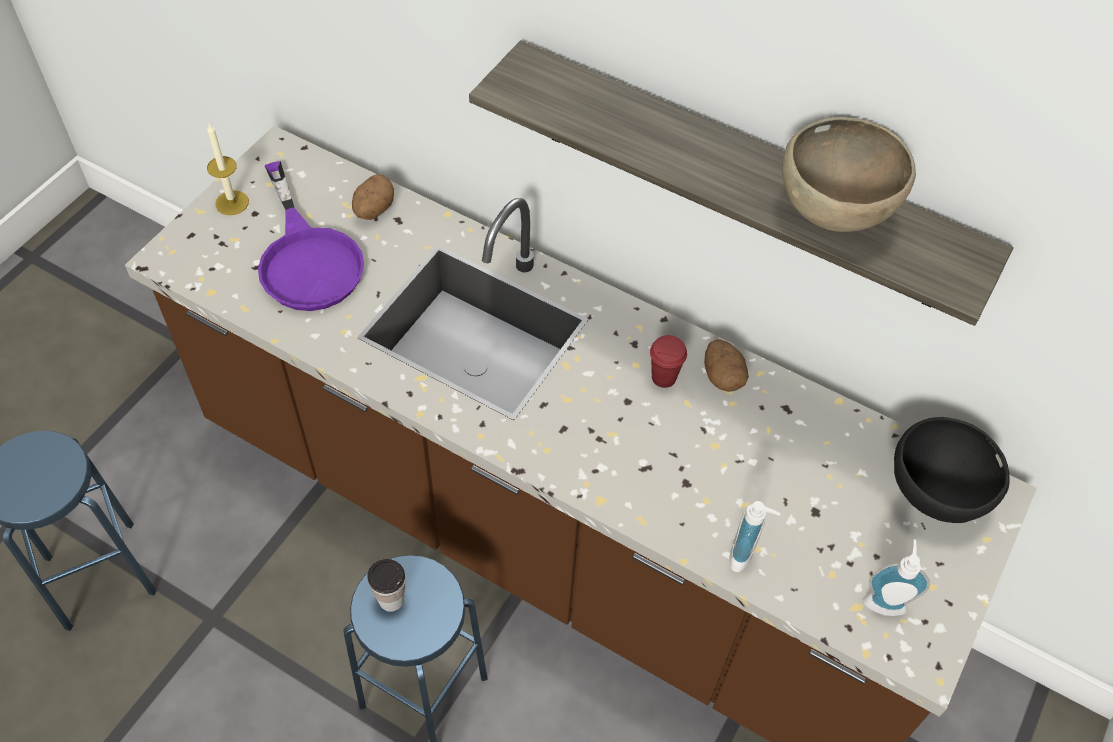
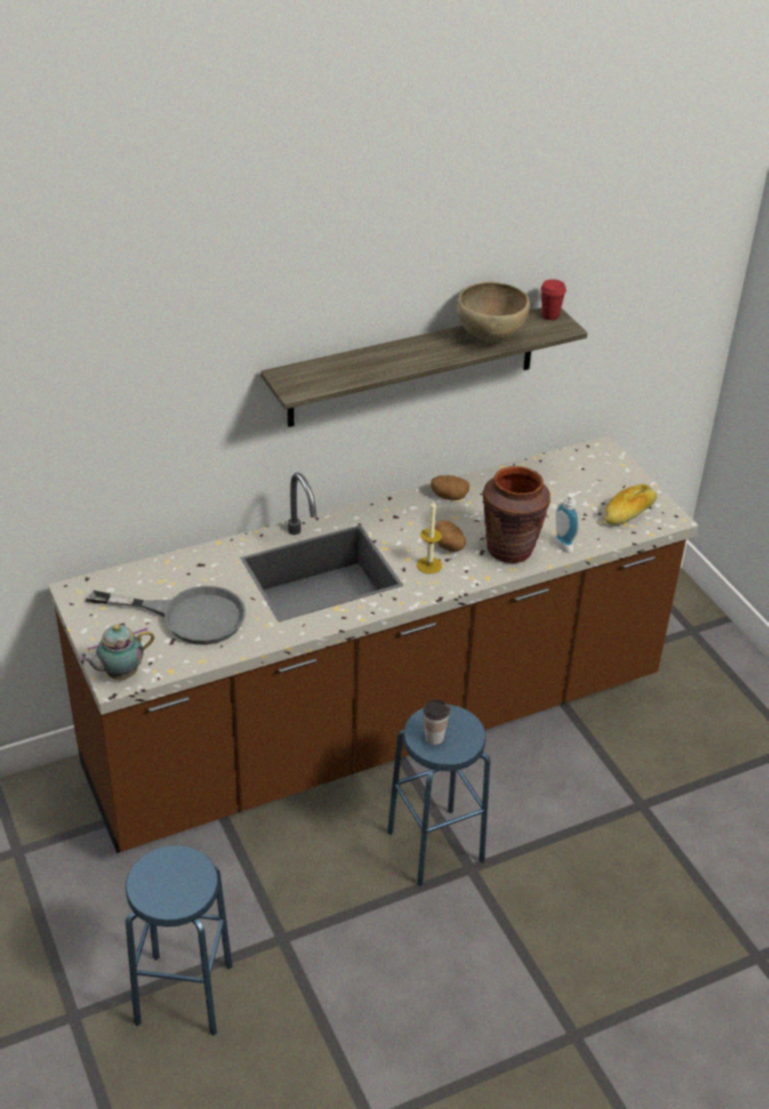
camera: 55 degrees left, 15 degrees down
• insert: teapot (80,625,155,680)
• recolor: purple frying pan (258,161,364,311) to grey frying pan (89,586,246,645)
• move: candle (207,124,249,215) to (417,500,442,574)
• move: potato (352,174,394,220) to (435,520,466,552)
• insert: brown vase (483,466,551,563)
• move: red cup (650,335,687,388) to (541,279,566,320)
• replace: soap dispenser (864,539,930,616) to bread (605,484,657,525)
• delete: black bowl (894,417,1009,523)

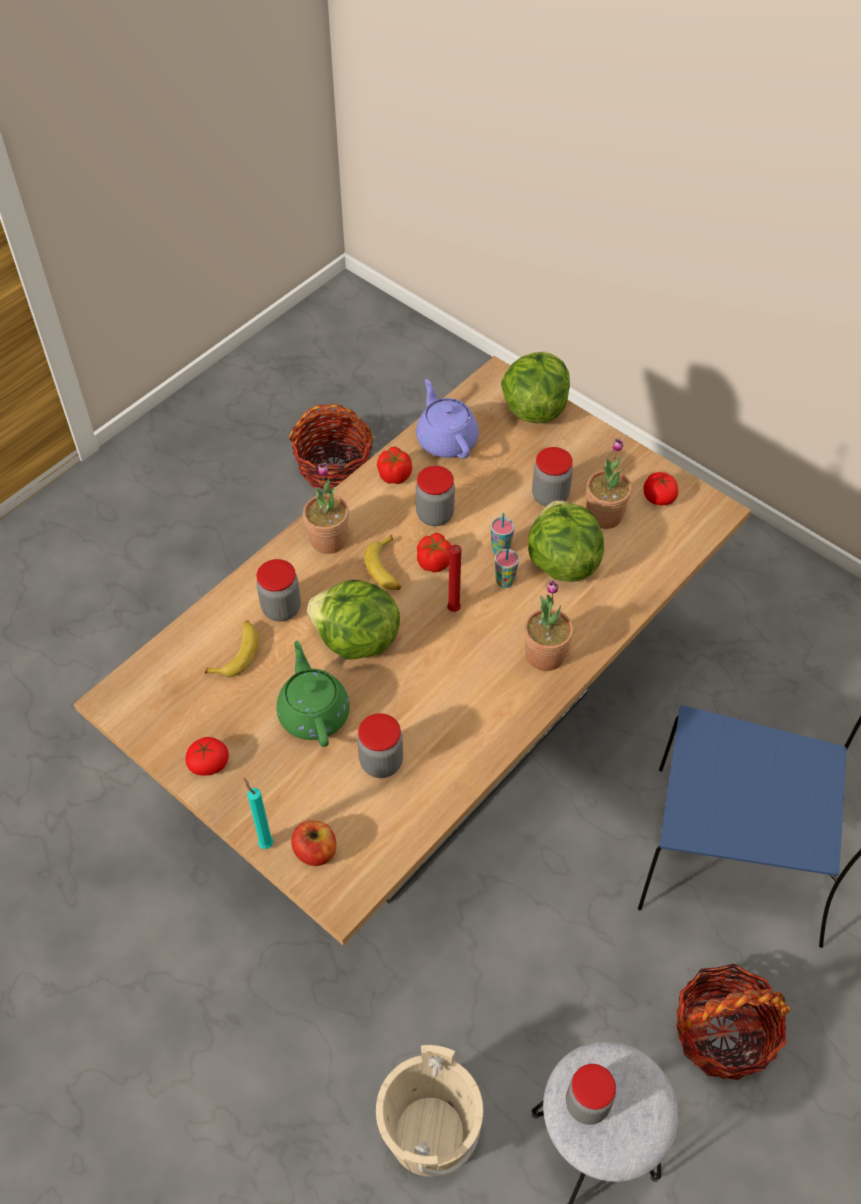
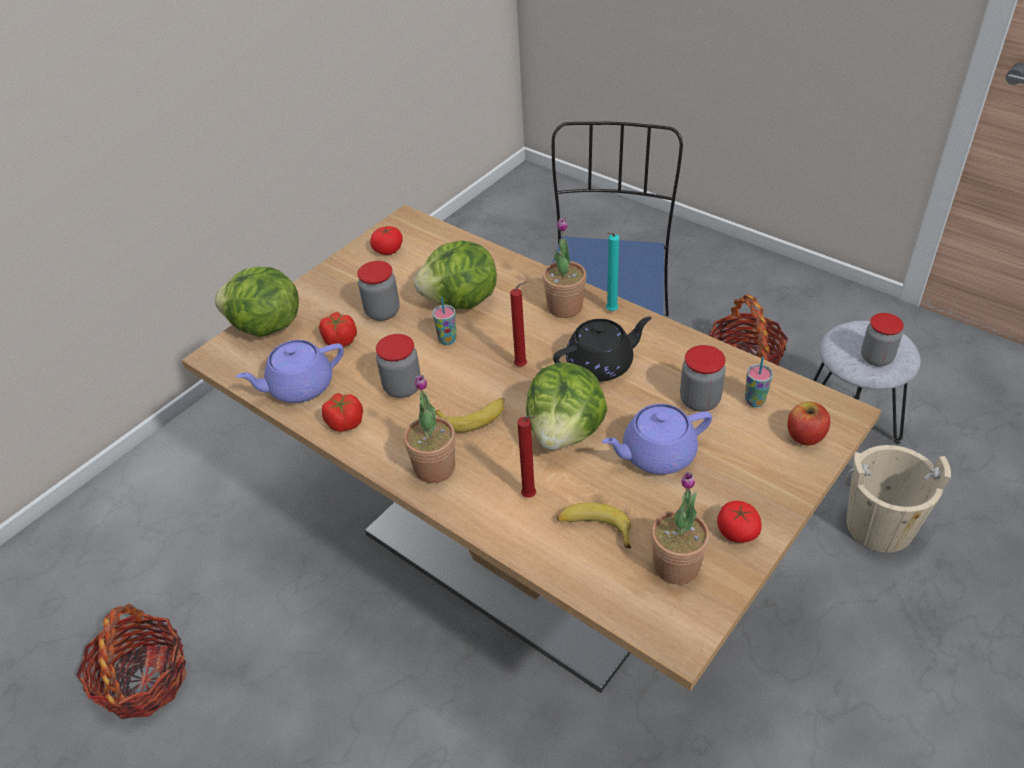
camera: 90 degrees left, 10 degrees down
• move: tomato (417,533,451,573) to (319,312,357,347)
• replace: jar (256,559,301,621) to red candle (517,416,536,498)
• insert: black teapot (553,317,651,382)
• recolor: green teapot (276,641,350,747) to purple teapot (602,404,712,474)
• move: turquoise candle (244,778,274,849) to (606,232,619,311)
• move: potted plant (586,438,632,529) to (651,472,710,584)
• move: cup (495,545,519,588) to (745,357,773,407)

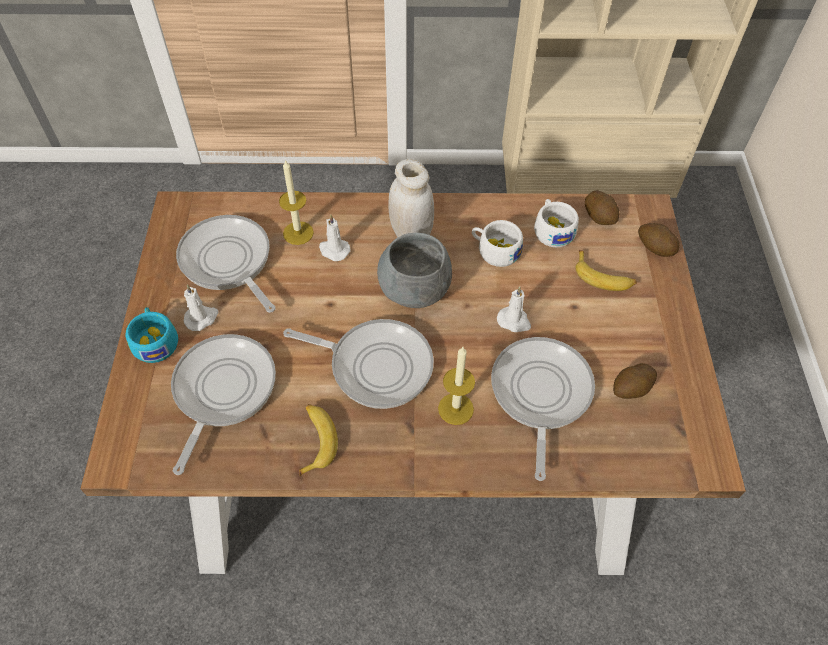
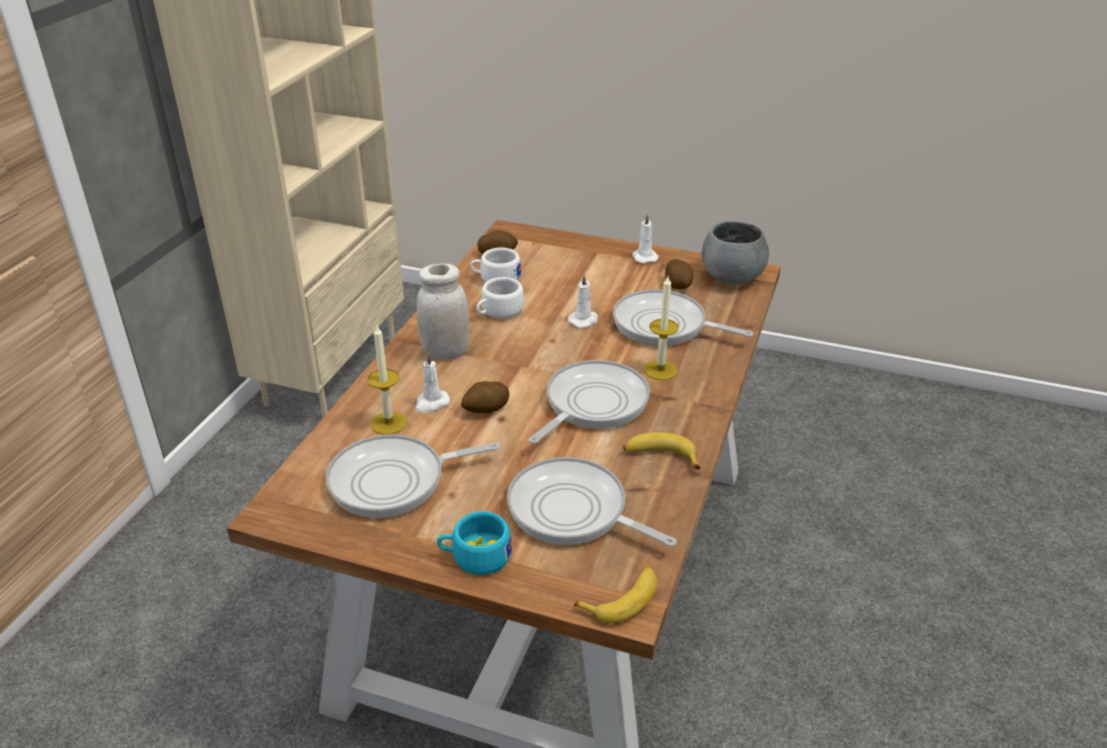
camera: 70 degrees left, 20 degrees down
• move: potato (638,223,680,257) to (461,381,509,414)
• move: banana (575,250,637,291) to (574,565,657,623)
• move: white candle (184,284,219,331) to (632,213,659,263)
• move: grey bowl (377,233,452,308) to (702,221,769,285)

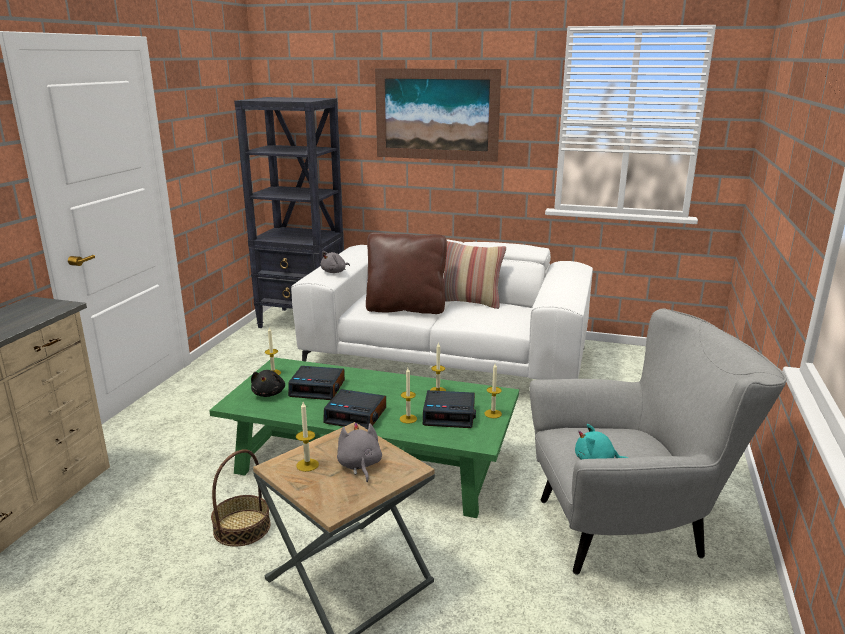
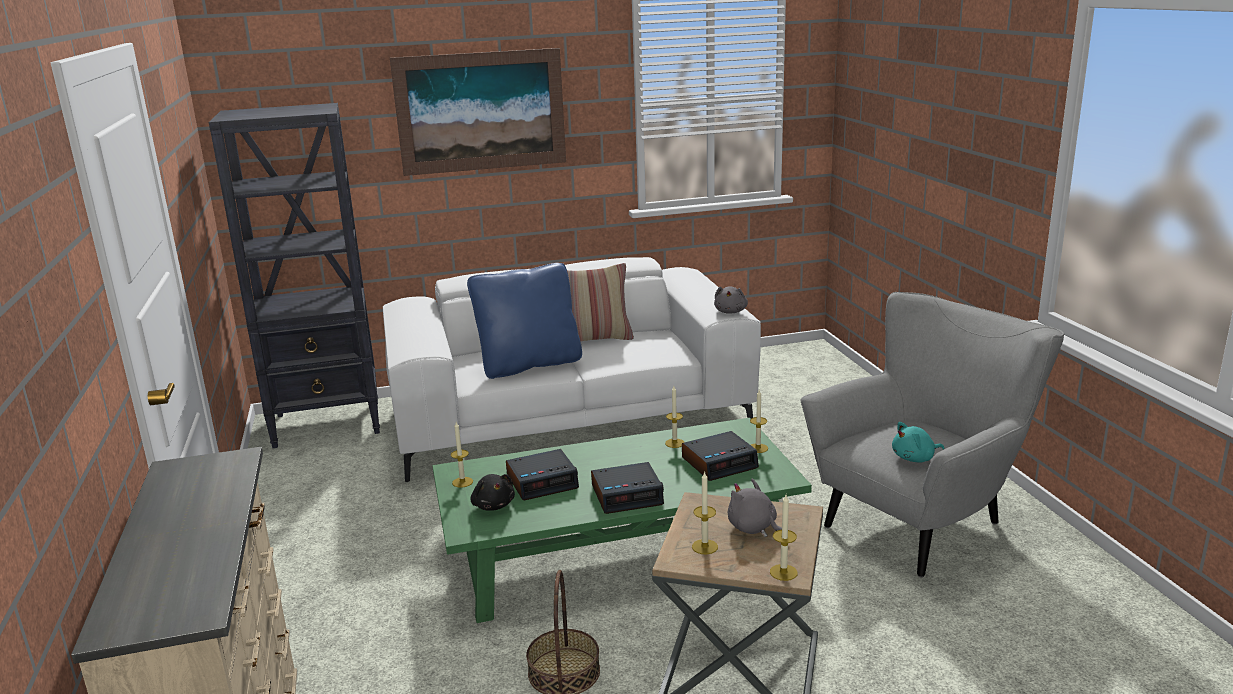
camera: 30 degrees left, 0 degrees up
• recolor: brown pillow (366,232,447,314) to blue pillow (467,263,582,379)
• move: grey plush toy (321,251,350,273) to (714,286,748,314)
• move: candle (400,368,417,424) to (770,495,798,581)

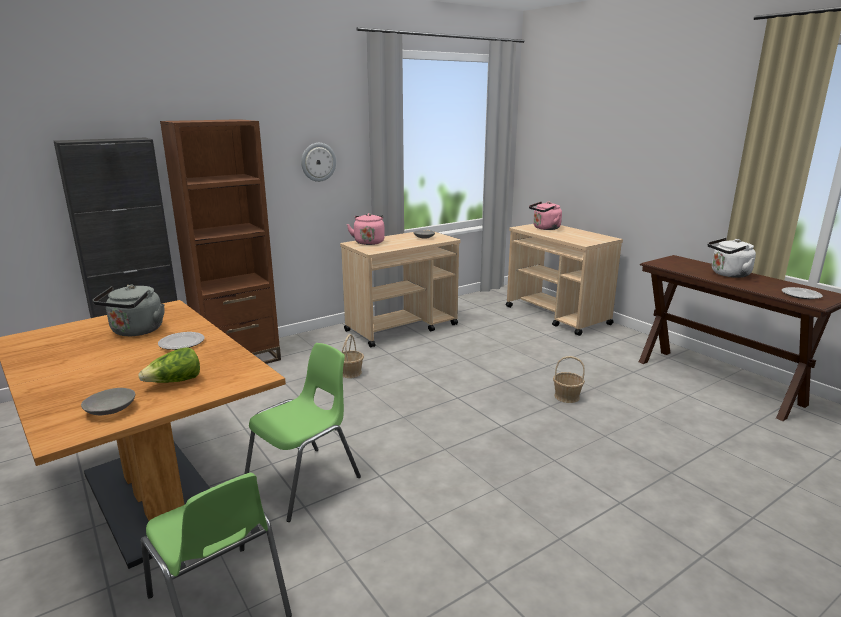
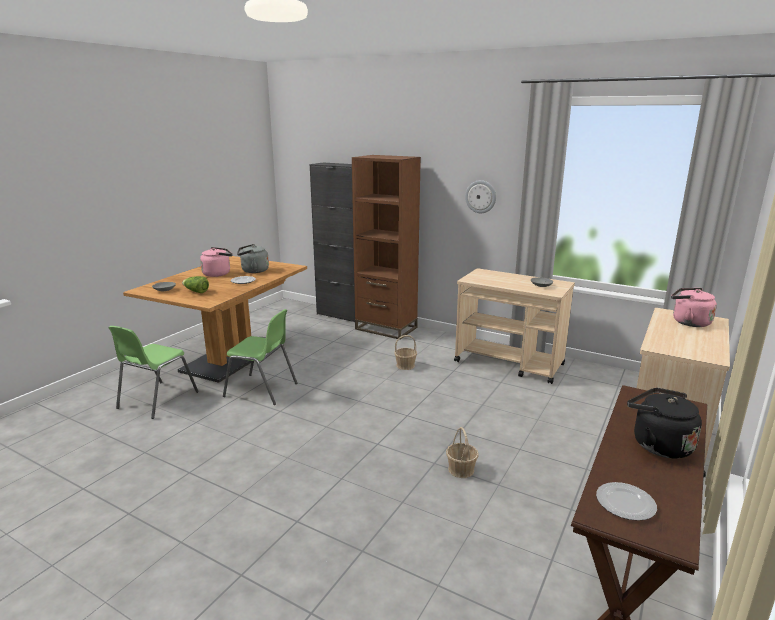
camera: 65 degrees right, 0 degrees up
• move: pink kettle (347,213,385,245) to (200,247,233,277)
• recolor: white kettle (707,238,756,278) to black kettle (627,388,702,459)

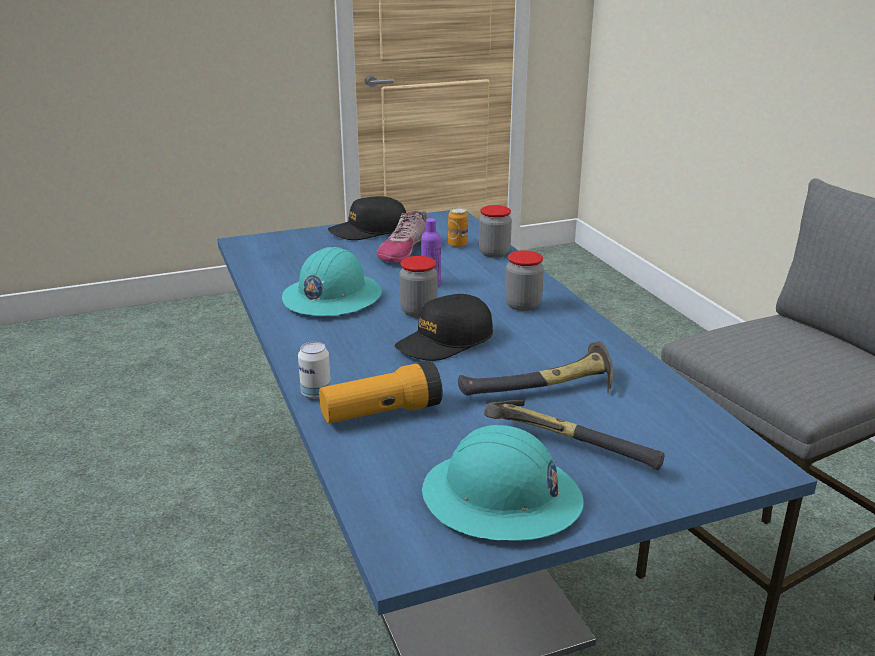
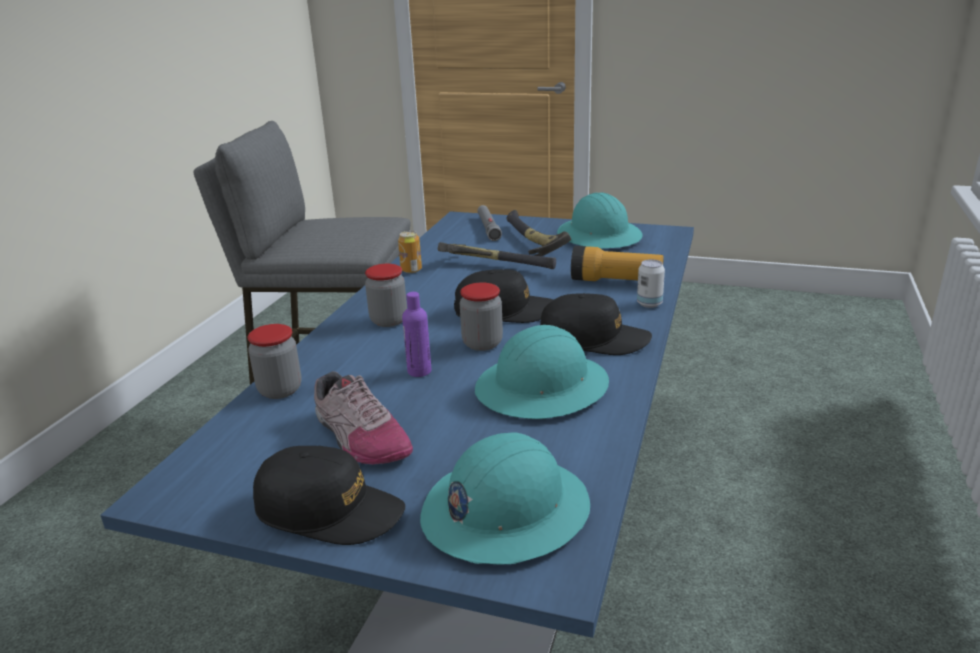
camera: 140 degrees left, 0 degrees up
• rotate: shoe (377,211,428,263) = (314,371,413,464) 75 degrees clockwise
• move: can (448,208,468,248) to (398,231,422,273)
• insert: turquoise hard hat (420,433,590,564)
• insert: grey flashlight (477,205,502,241)
• insert: black cap (540,293,652,355)

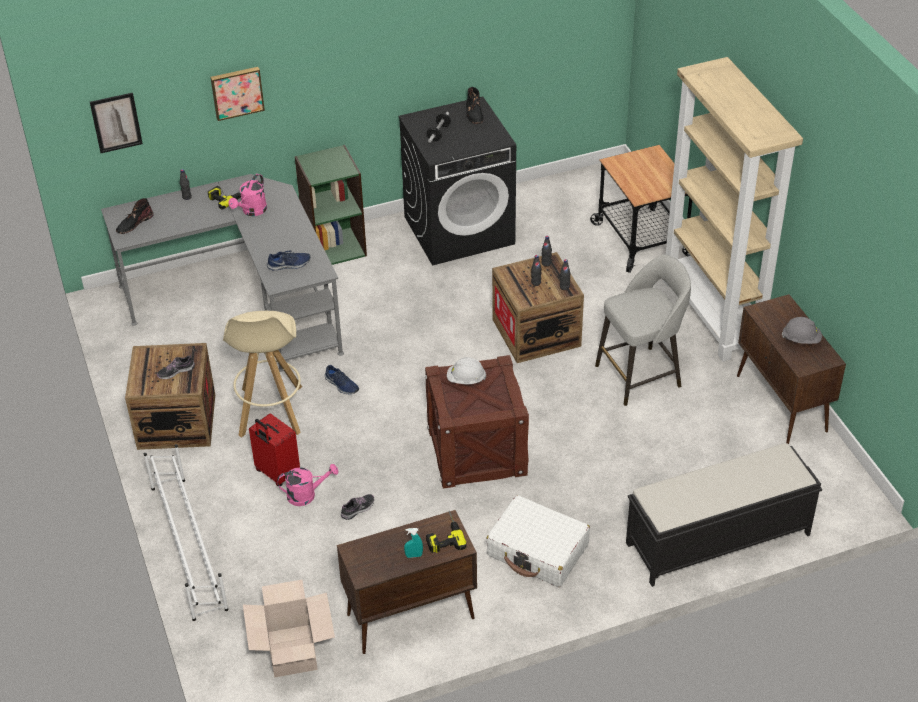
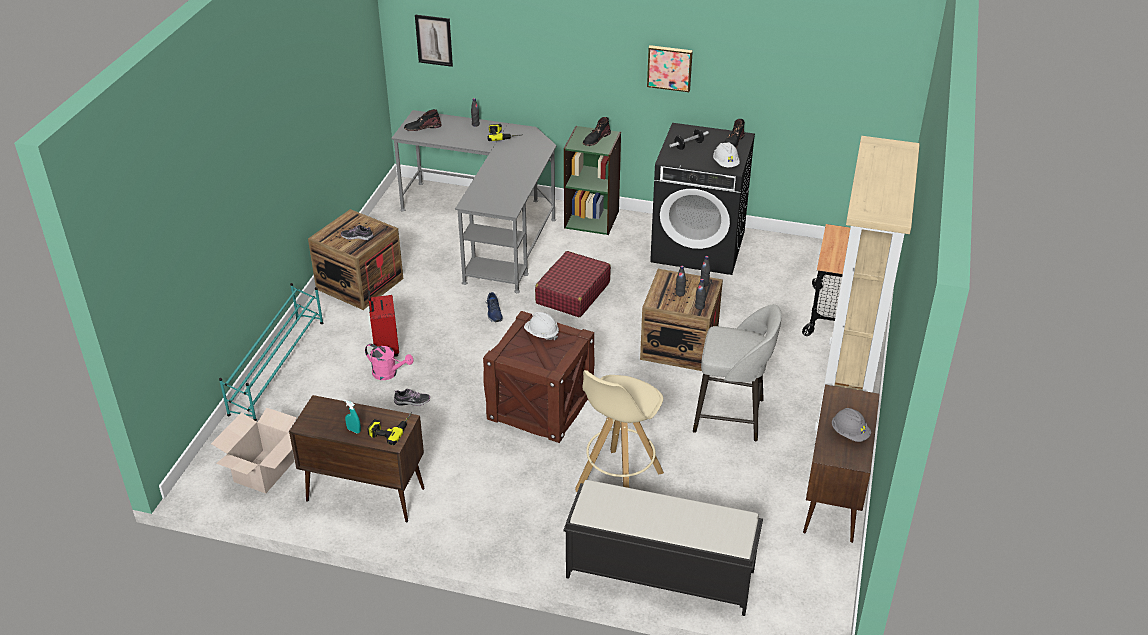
camera: 35 degrees right, 5 degrees down
• recolor: white shoe rack (144,444,229,621) to turquoise shoe rack (219,283,323,421)
• insert: red suitcase (535,251,611,317)
• move: beige stool (223,311,302,438) to (575,370,664,492)
• insert: black boot (583,117,611,146)
• move: picture (210,67,265,121) to (647,45,693,92)
• insert: white hard hat (713,142,740,167)
• delete: pink watering can (228,174,267,216)
• delete: blue shoe (267,250,310,270)
• delete: white suitcase (486,495,590,587)

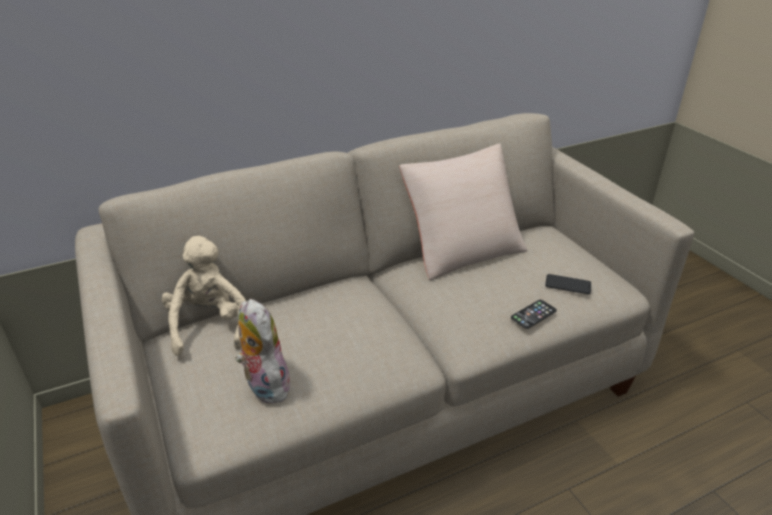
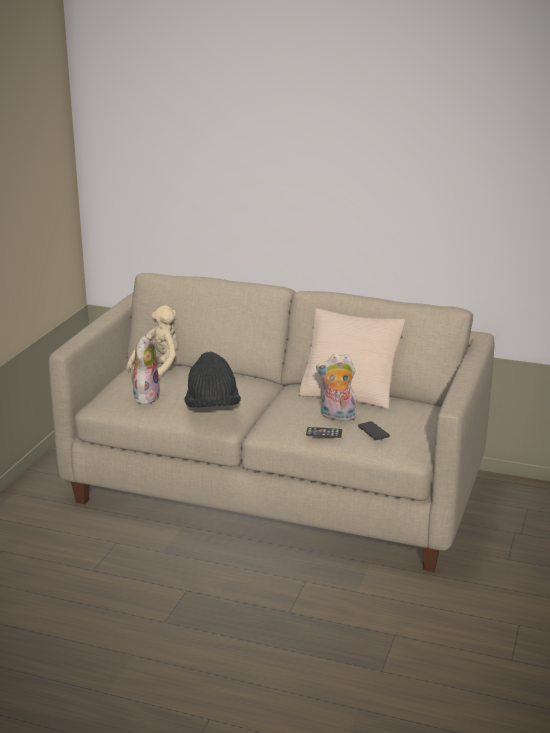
camera: 45 degrees right, 10 degrees down
• insert: black hat (184,352,241,408)
• insert: plush toy (316,354,357,421)

